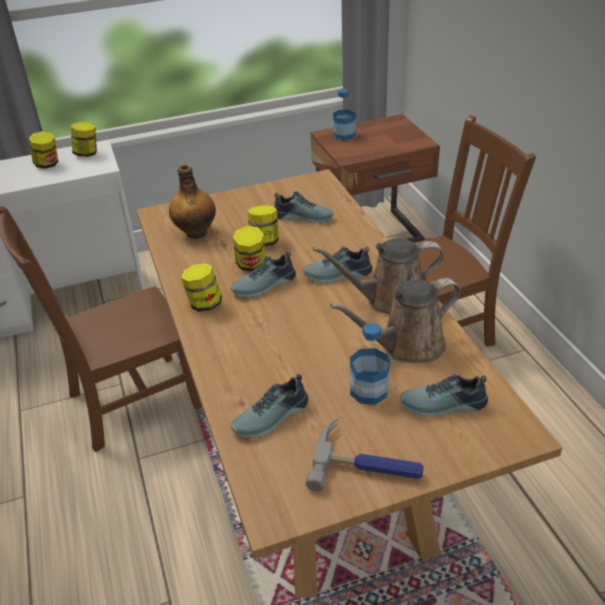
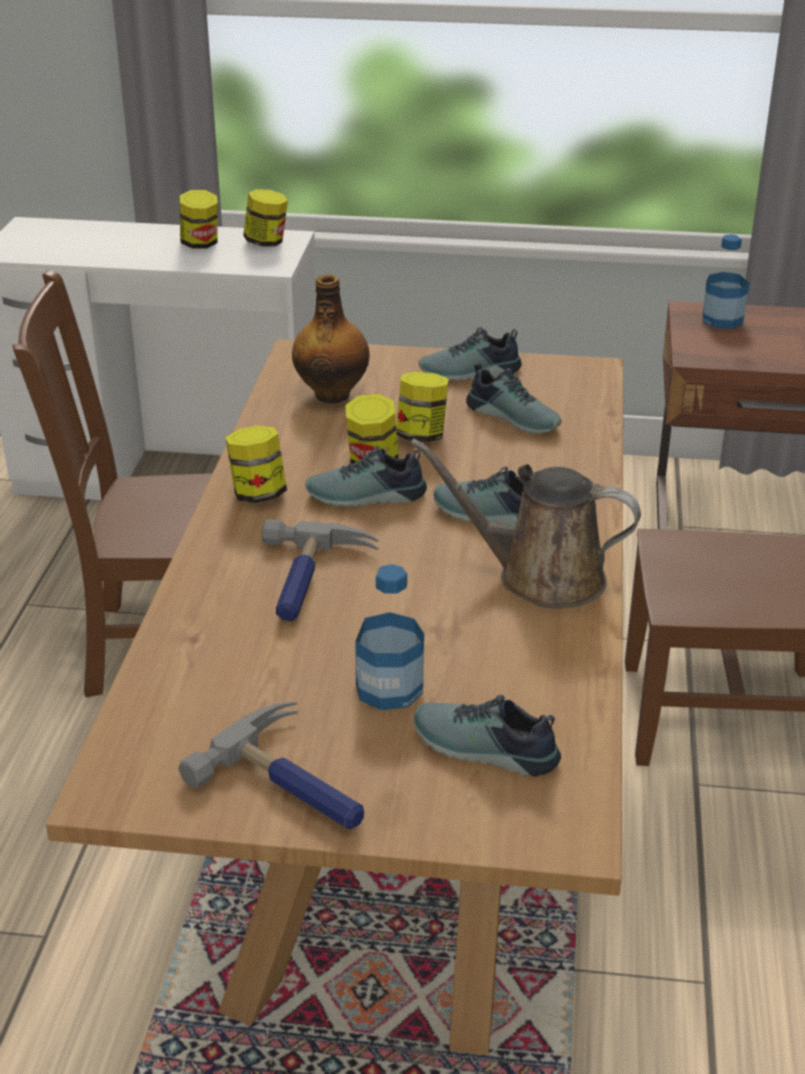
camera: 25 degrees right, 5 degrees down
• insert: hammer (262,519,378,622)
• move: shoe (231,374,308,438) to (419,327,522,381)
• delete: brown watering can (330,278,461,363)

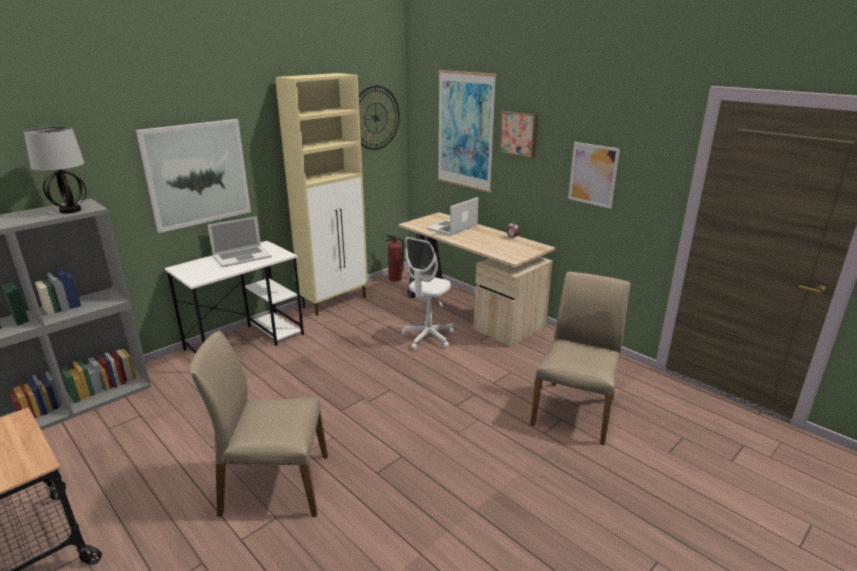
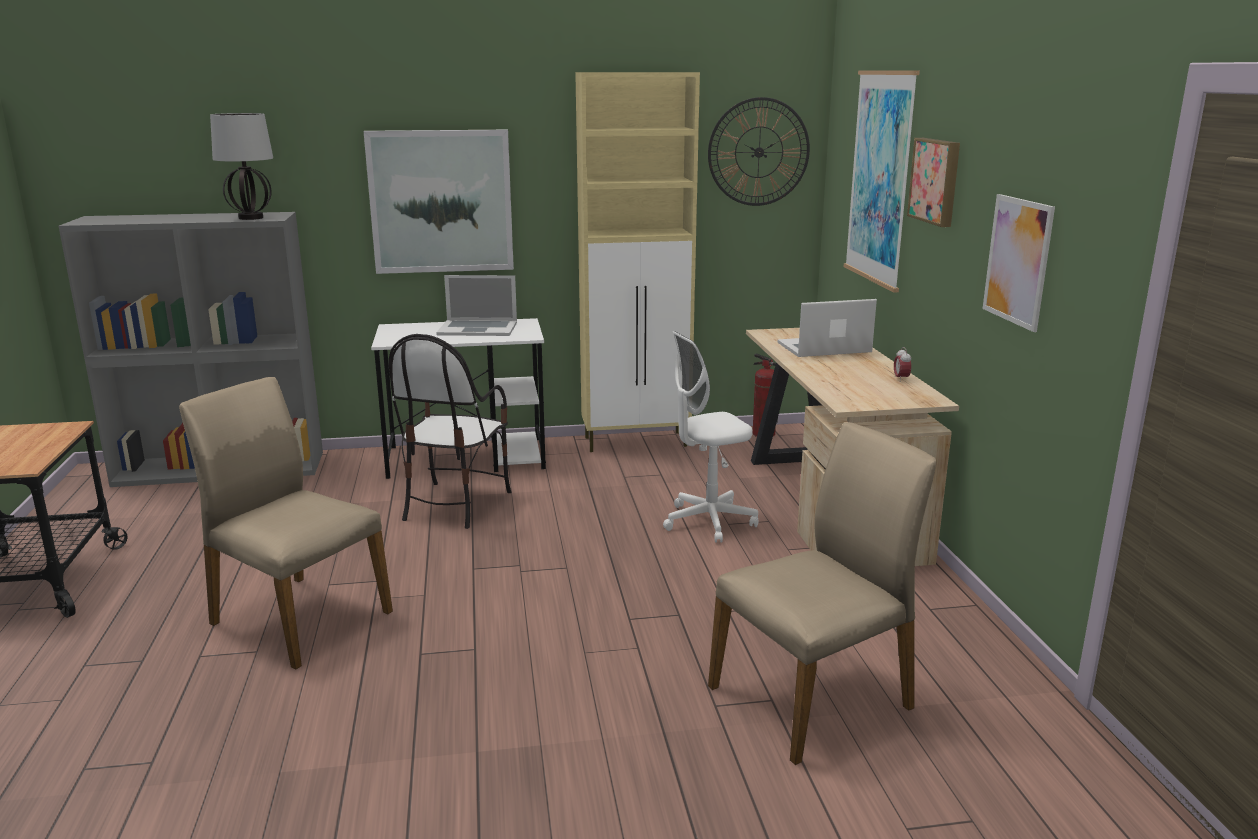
camera: 35 degrees right, 5 degrees down
• insert: chair (389,334,511,529)

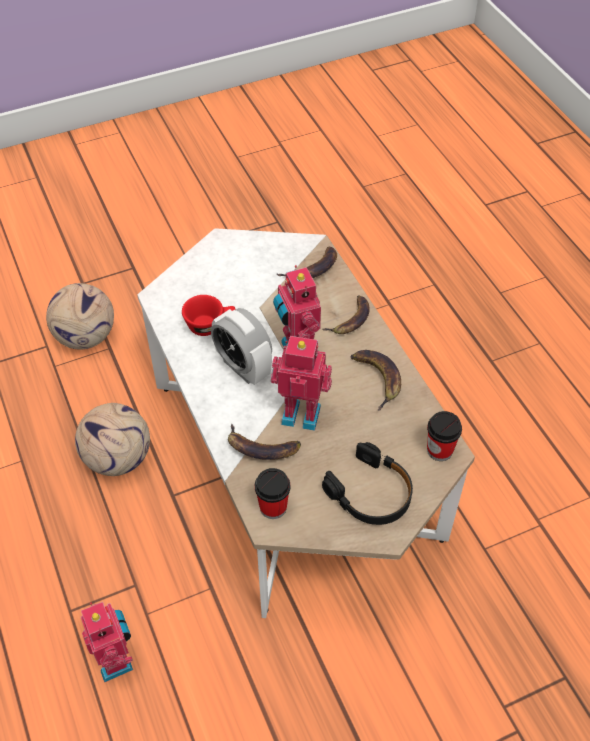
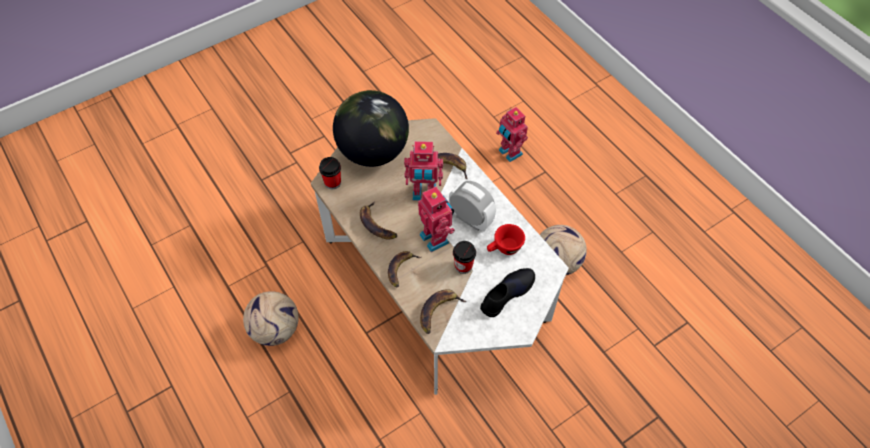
camera: 170 degrees right, 5 degrees up
• move: football (46,283,114,350) to (243,291,299,346)
• replace: black headphones (322,442,413,525) to globe (333,90,409,167)
• move: cup (255,468,291,519) to (453,241,476,274)
• insert: black shoe (480,268,535,317)

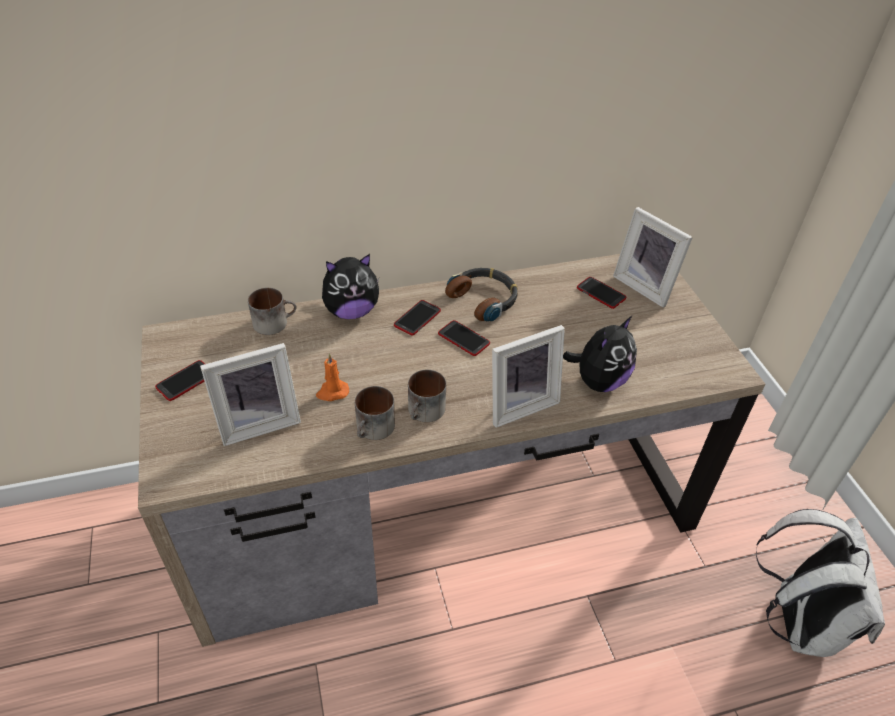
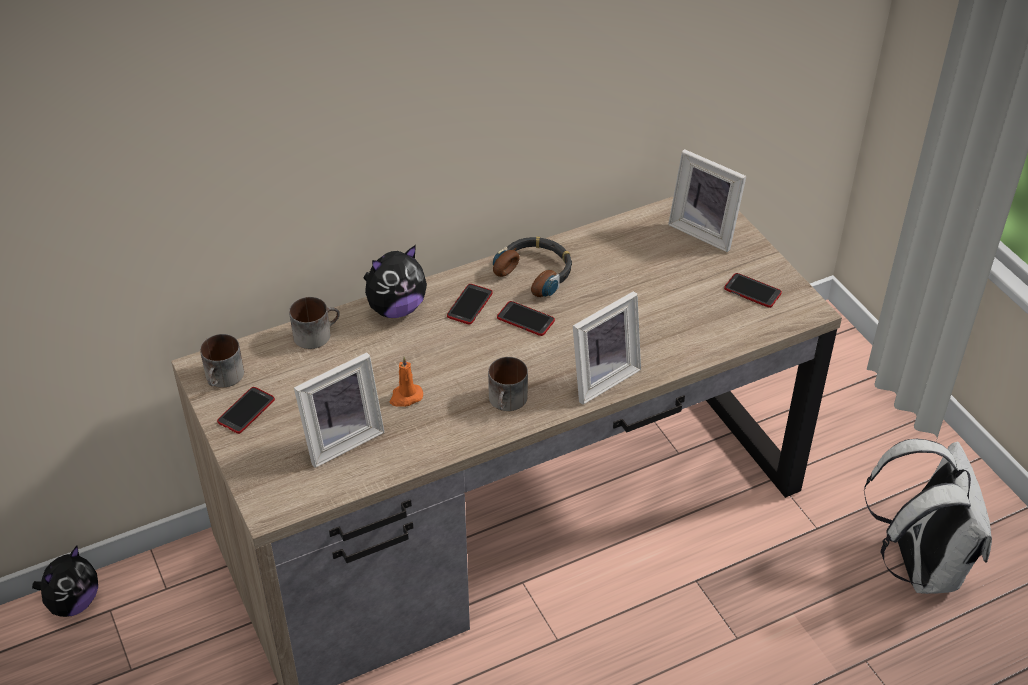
camera: 10 degrees left, 0 degrees up
• move: plush toy (563,316,637,392) to (32,546,98,617)
• move: mug (355,386,395,440) to (200,334,244,388)
• move: phone (577,277,626,309) to (724,273,782,308)

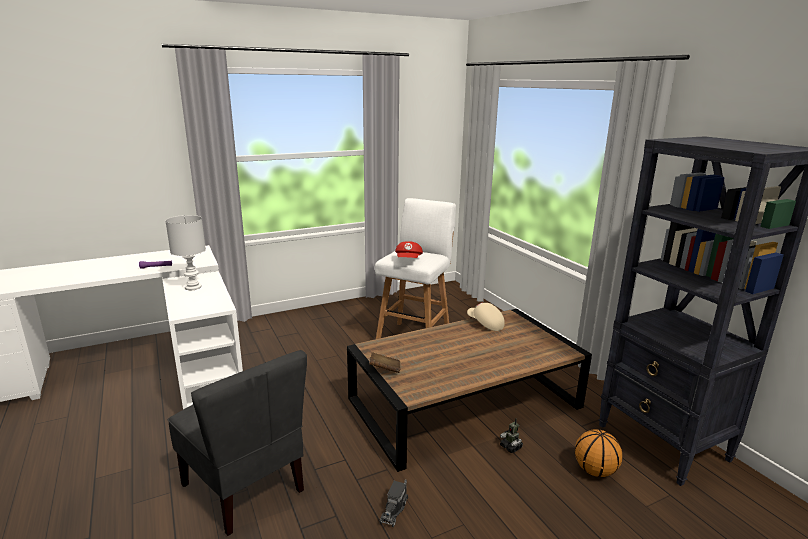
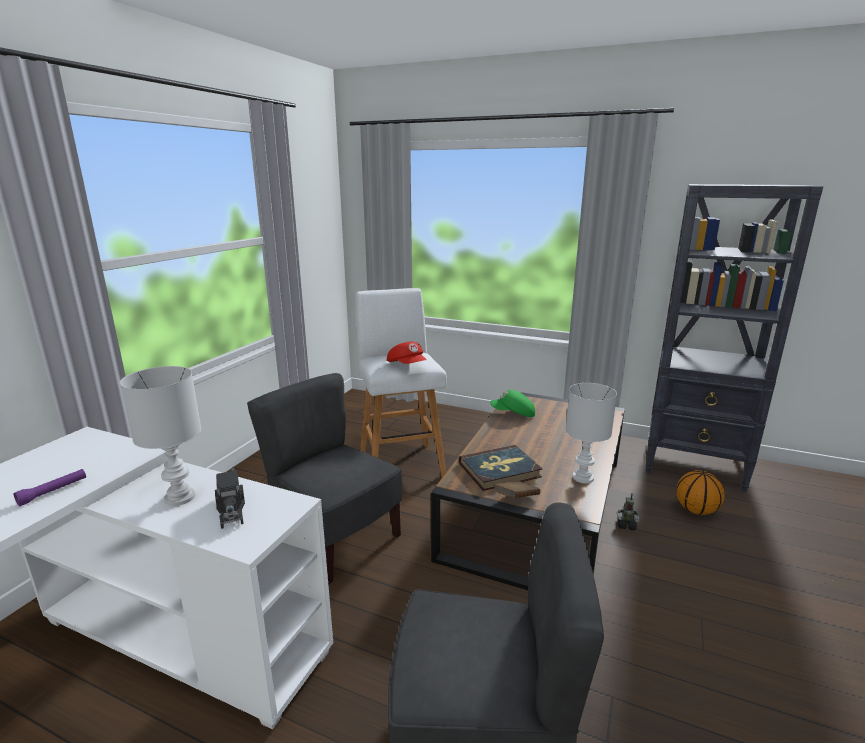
camera: 40 degrees left, 0 degrees up
• move: toy truck (380,479,408,527) to (215,466,245,529)
• insert: grey chair (247,373,402,584)
• insert: book (459,445,542,491)
• recolor: beige cap (467,302,505,331) to green cap (490,390,535,417)
• insert: white table lamp (566,383,617,484)

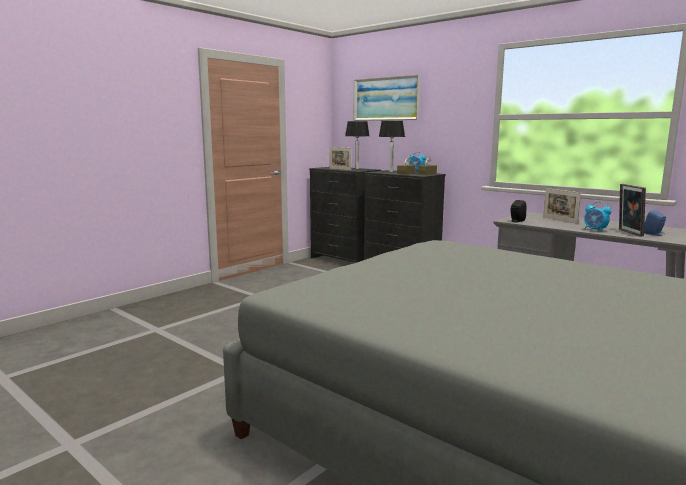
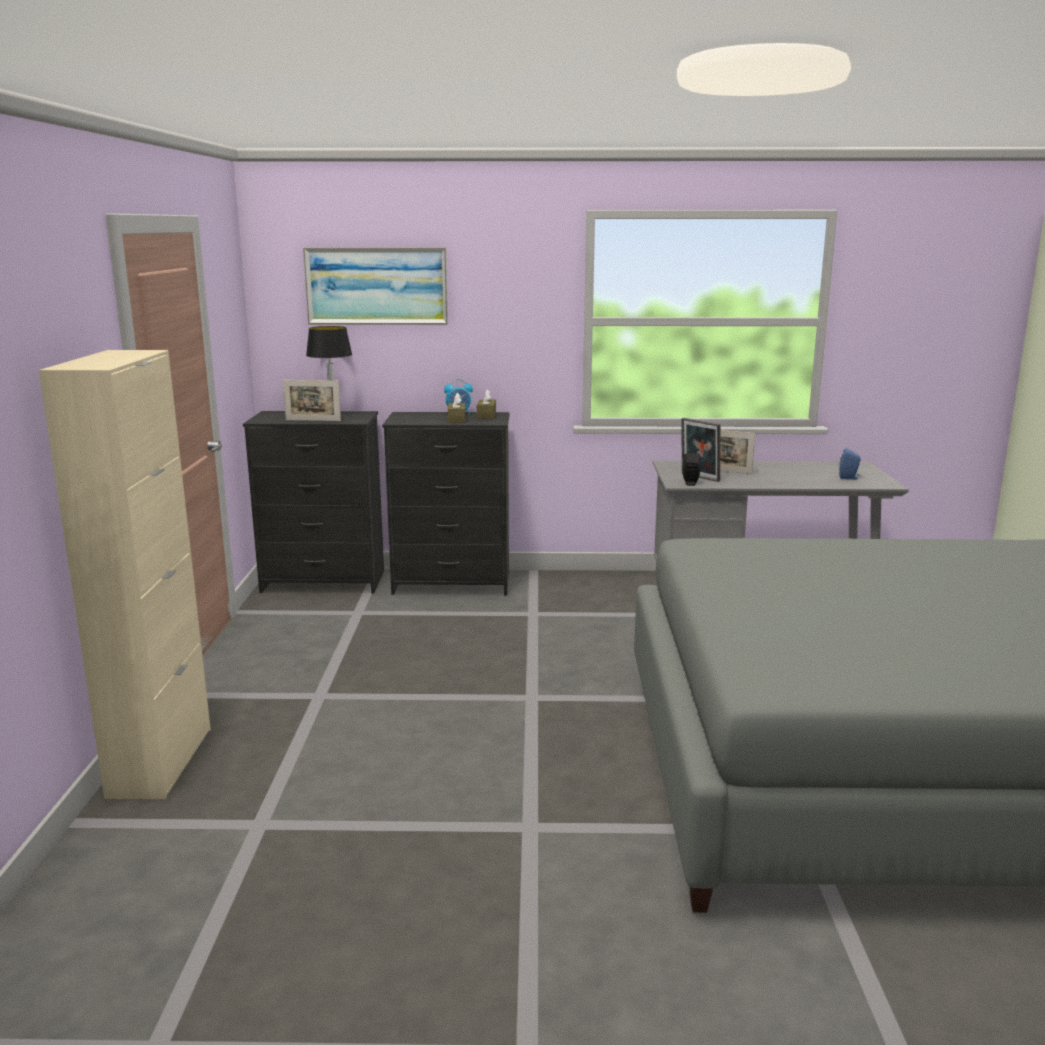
camera: 40 degrees left, 5 degrees up
• insert: beige cabinet (39,350,211,799)
• move: picture frame (619,184,646,237) to (681,418,720,482)
• delete: table lamp (379,121,405,172)
• delete: alarm clock (584,202,612,232)

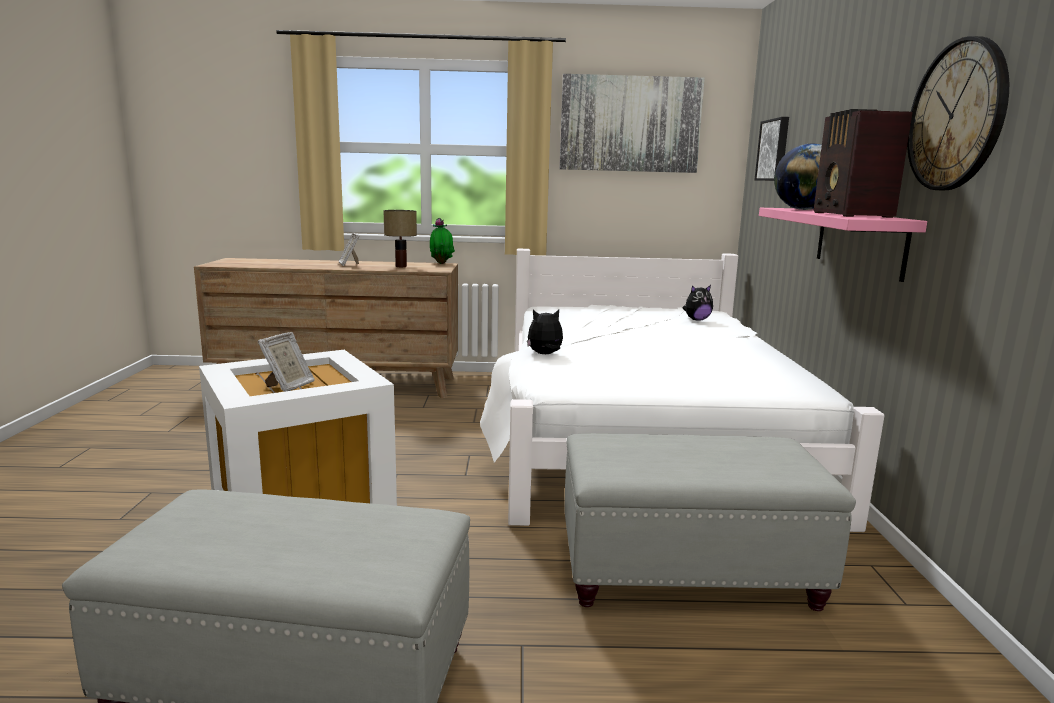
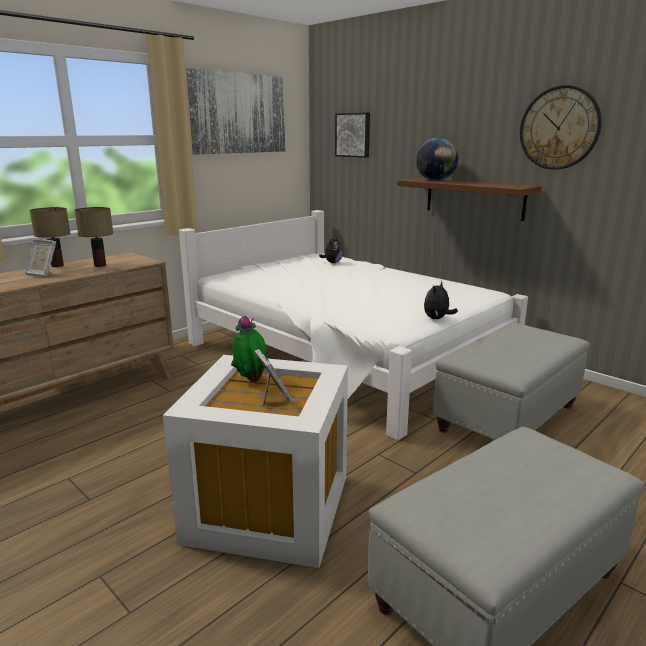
camera: 45 degrees left, 5 degrees up
• insert: table lamp (30,207,70,267)
• move: potted plant (430,218,455,264) to (231,316,269,382)
• recolor: pink shelf (759,208,927,282) to brown shelf (397,178,542,221)
• move: plush toy (527,310,563,354) to (424,281,458,319)
• delete: radio (813,109,913,218)

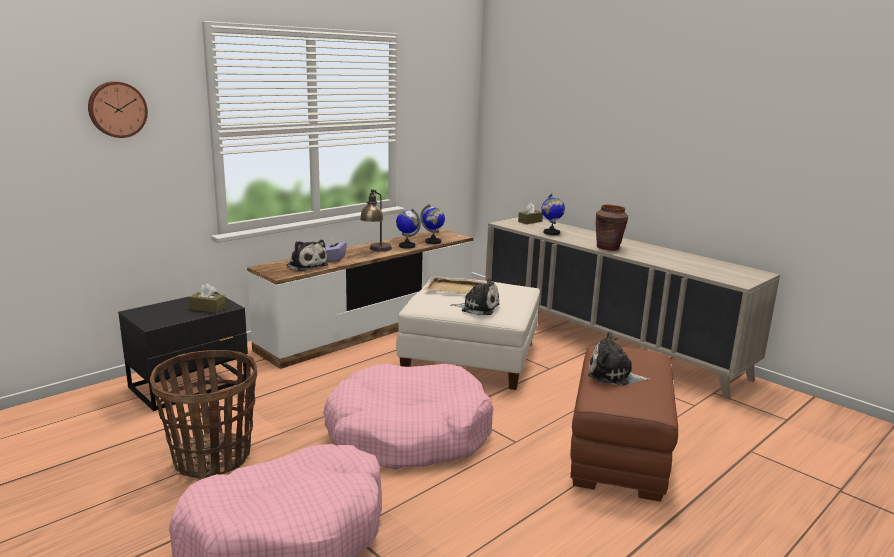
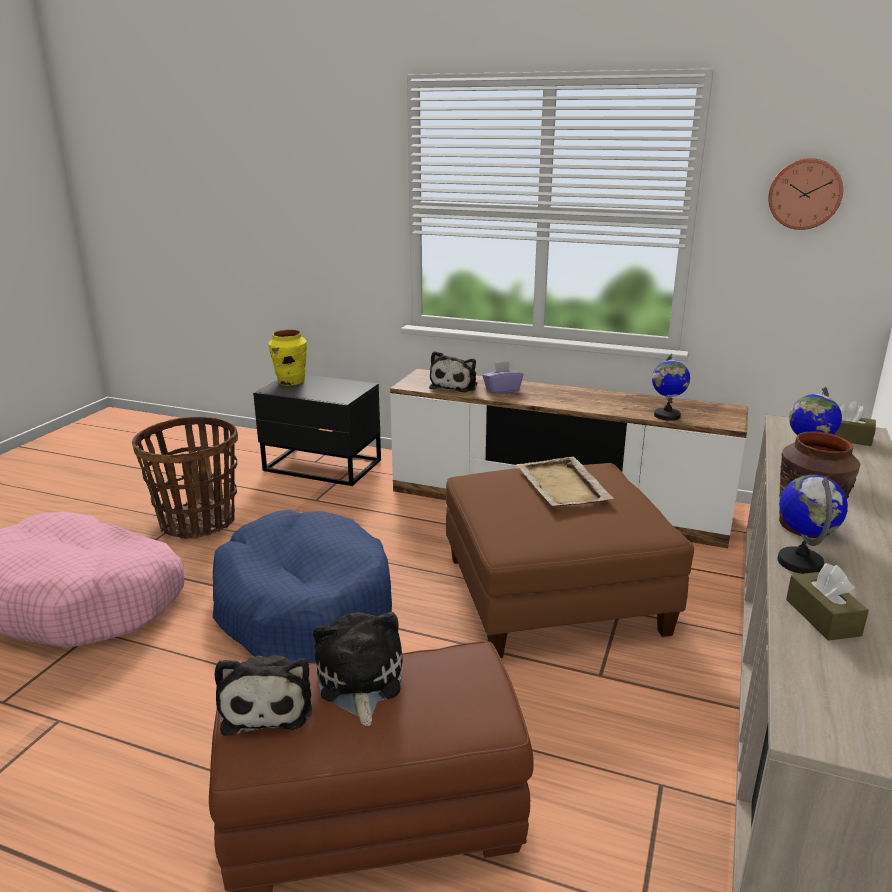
camera: 65 degrees right, 5 degrees up
• recolor: pink dog bed (323,364,493,469) to blue dog bed (213,510,392,663)
• move: plush toy (450,278,500,315) to (215,655,312,736)
• insert: yellow vase (268,330,307,386)
• recolor: white ottoman (396,278,540,390) to brown ottoman (446,463,694,658)
• move: wall clock (88,81,148,138) to (768,158,843,230)
• move: globe (396,208,421,249) to (778,475,848,574)
• move: brown tissue box (189,283,226,313) to (786,563,869,641)
• delete: table lamp (360,189,392,252)

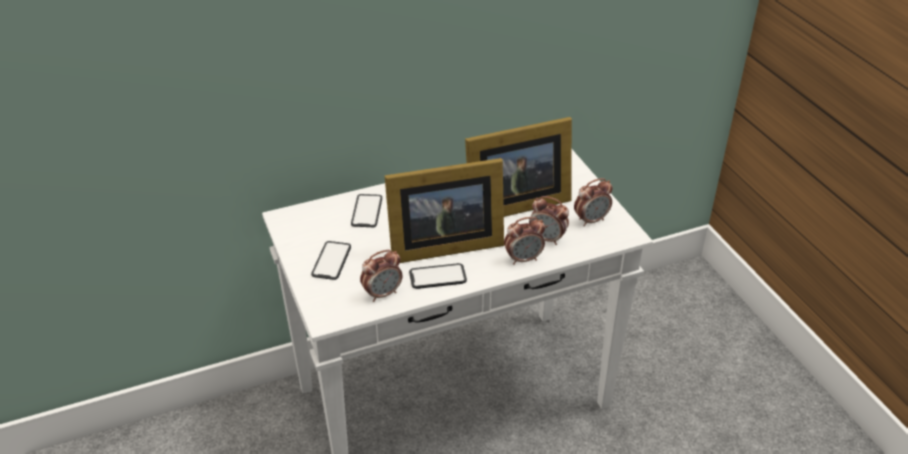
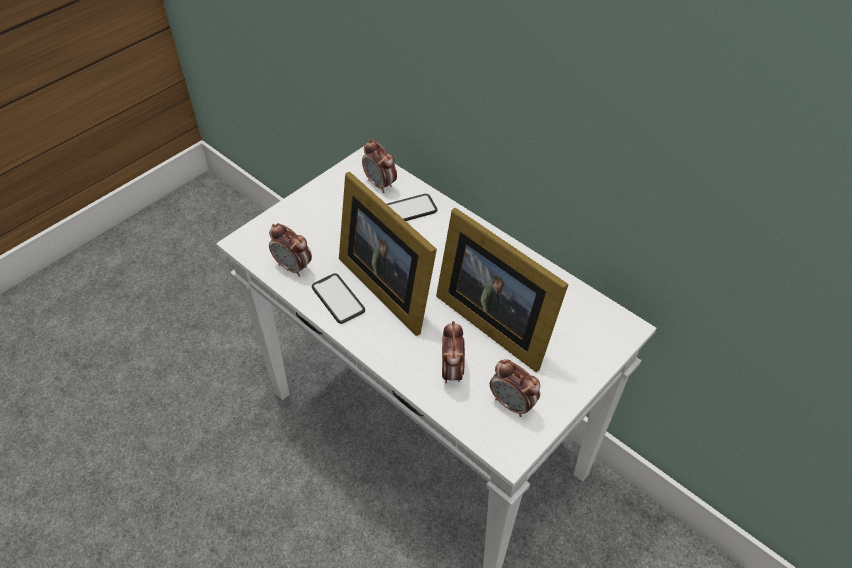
camera: 65 degrees right, 10 degrees up
• move: alarm clock (504,217,545,265) to (362,140,397,193)
• delete: phone (311,241,351,280)

